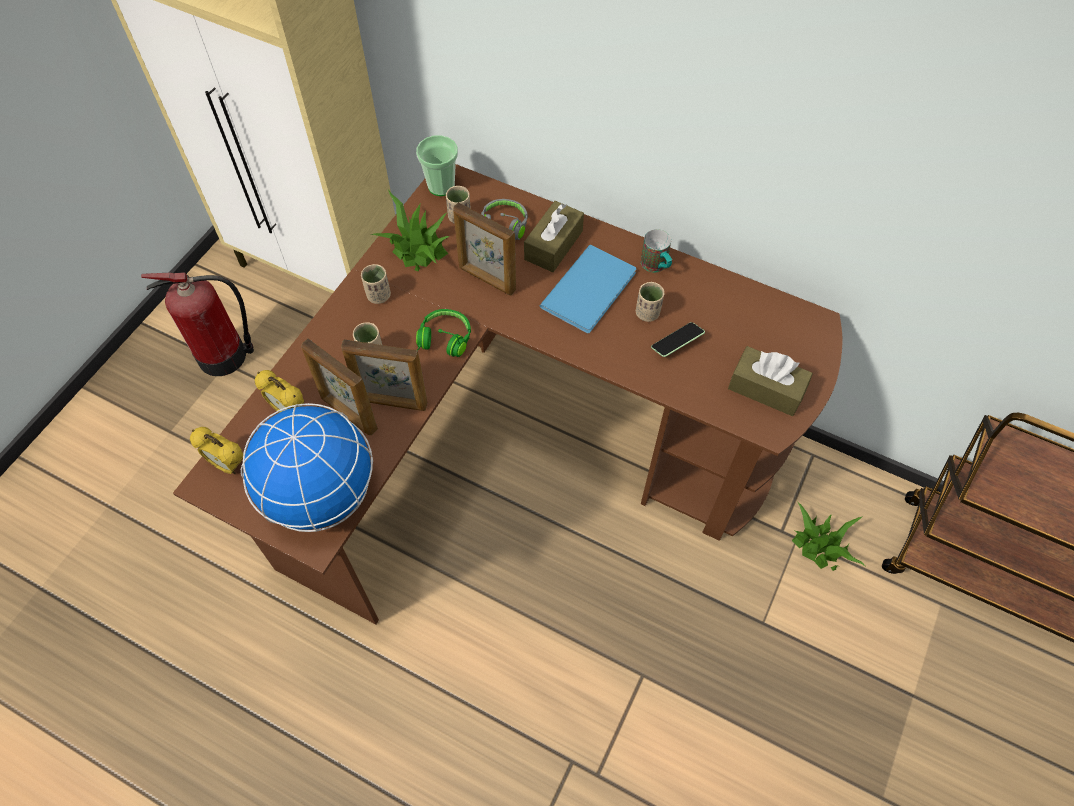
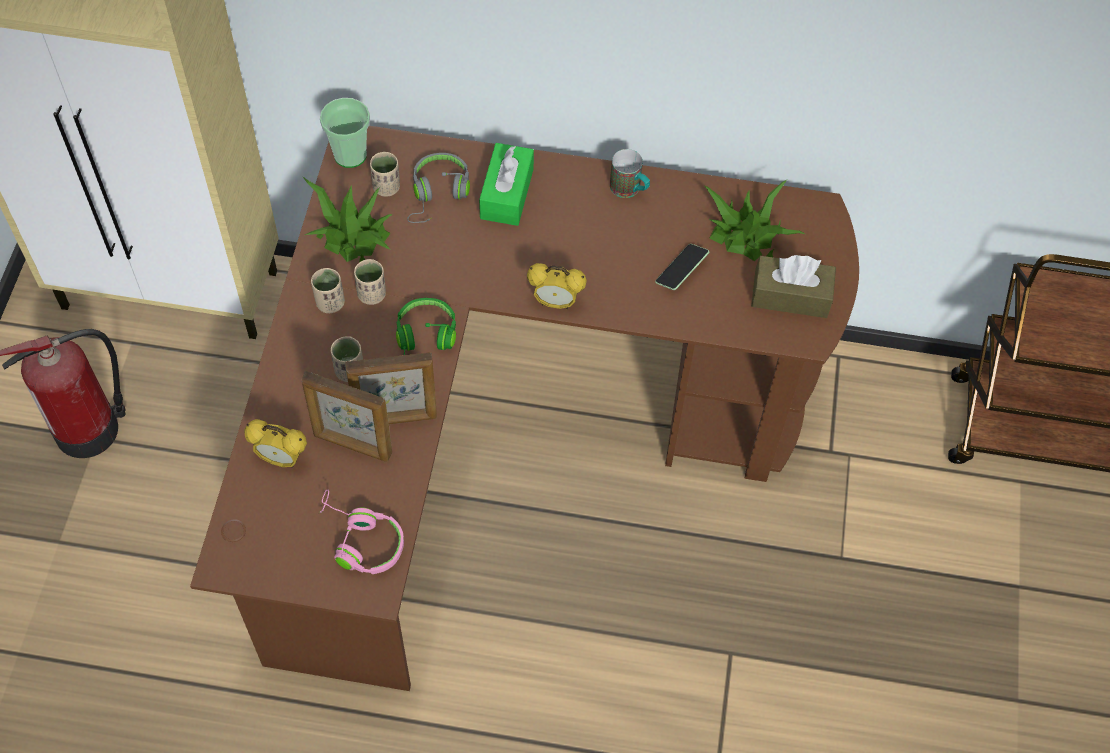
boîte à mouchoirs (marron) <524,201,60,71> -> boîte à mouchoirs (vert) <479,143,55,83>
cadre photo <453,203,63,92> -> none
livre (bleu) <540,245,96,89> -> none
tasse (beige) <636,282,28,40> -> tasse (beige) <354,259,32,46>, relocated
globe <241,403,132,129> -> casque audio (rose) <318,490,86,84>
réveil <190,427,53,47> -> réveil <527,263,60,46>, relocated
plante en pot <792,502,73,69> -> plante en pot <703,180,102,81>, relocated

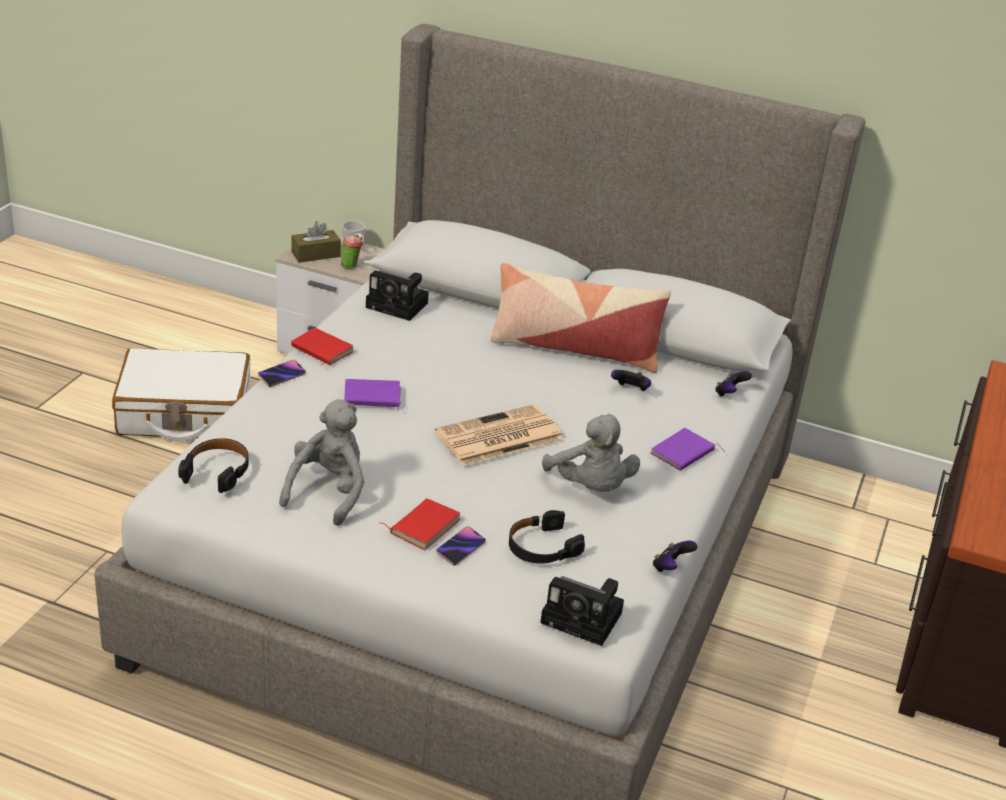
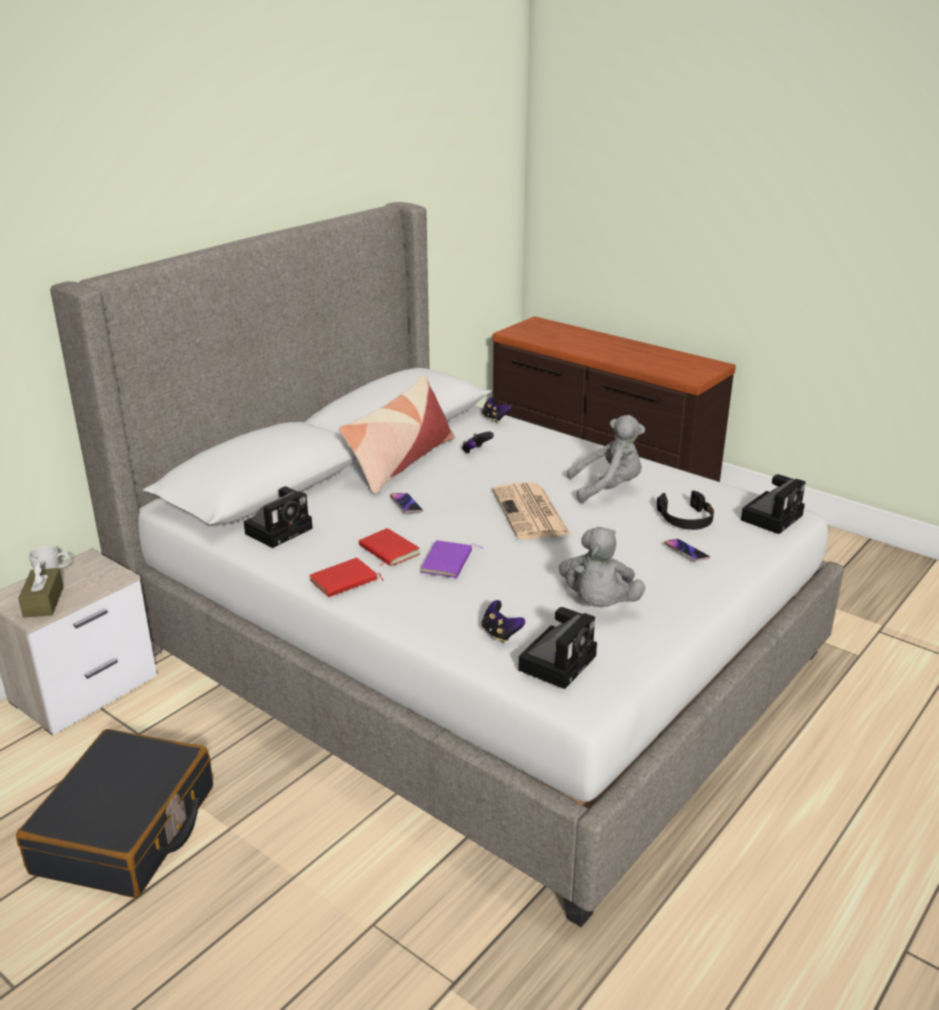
tasse <341,236,22,33> -> none
valise (blanc) <112,348,139,94> -> valise (noir) <16,729,197,169>
téléphone <258,360,48,27> -> téléphone <390,493,33,20>, relocated
peluche (gris) <279,399,85,127> -> peluche (gris) <559,527,86,80>, 120 degrees counterclockwise
livre (violet) <651,428,74,43> -> none
casque audio (noir) <178,438,71,55> -> appareil photo <518,607,79,82>
livre (rouge) <380,498,81,52> -> livre (rouge) <359,528,61,38>, relocated
manette <653,541,45,31> -> manette <482,600,43,43>, relocated

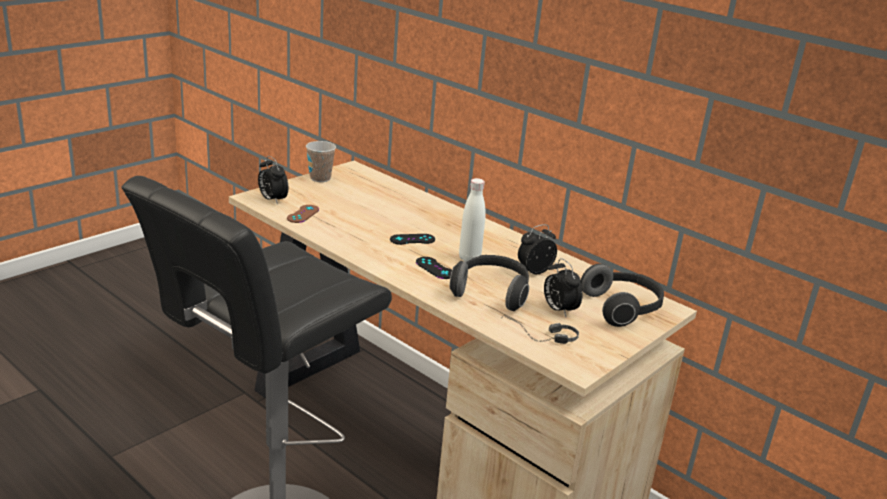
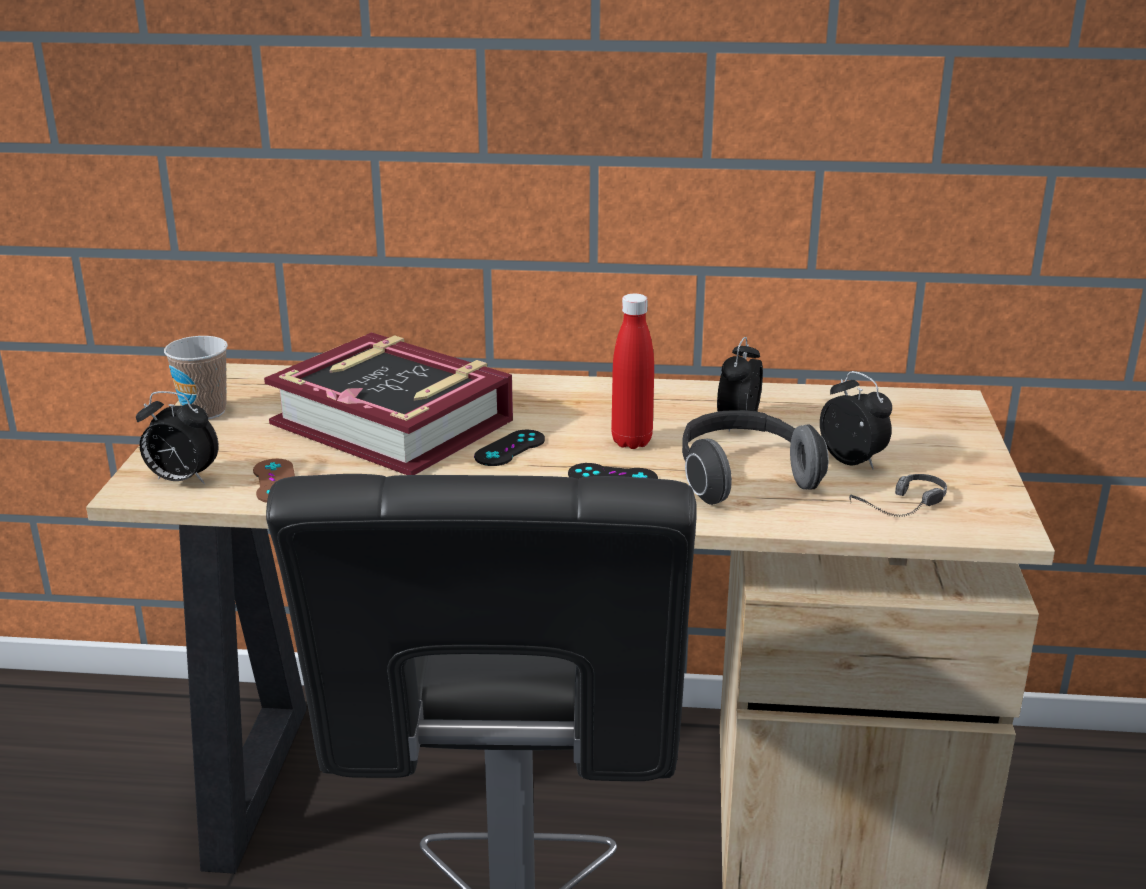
bouteille (blanc) <459,178,27,84> -> bouteille (rouge) <611,293,43,156>
réveil <544,258,39,59> -> réveil <820,371,72,99>, 150 degrees counterclockwise
casque audio <580,263,84,64> -> none
none -> livre <264,332,249,143>

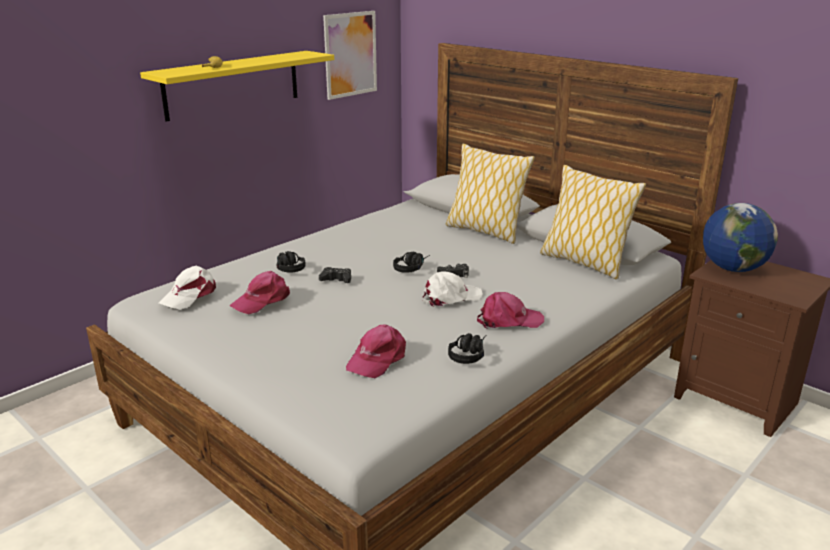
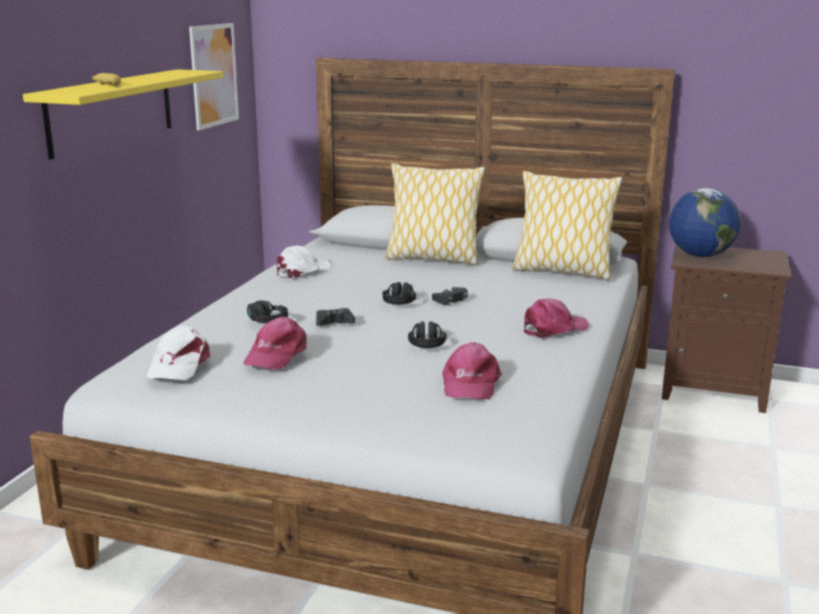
casquette (blanc) <422,271,61,36> -> casquette (blanc) <277,246,54,32>, relocated
casque audio (noir) <448,333,38,31> -> casque audio (noir) <408,321,38,27>, relocated

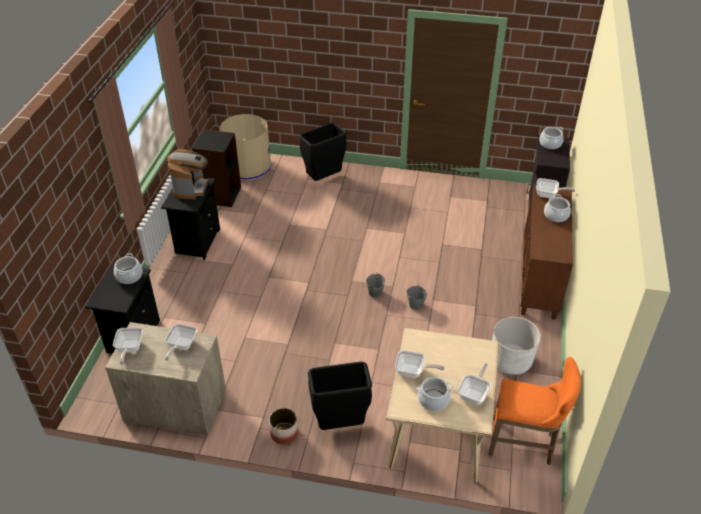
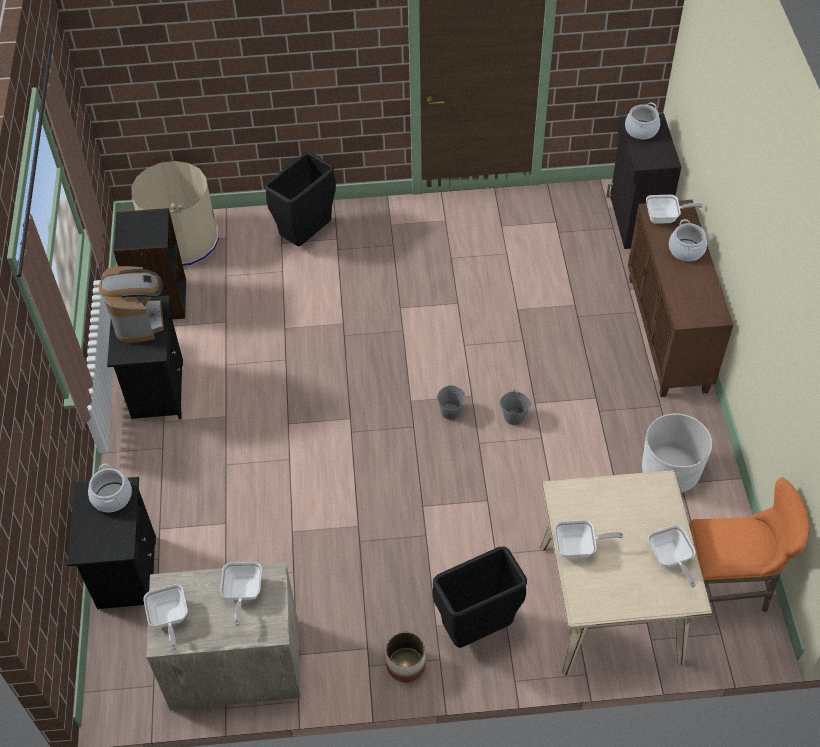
poêle <458,363,33,42> -> poêle <648,525,48,62>, 150 degrees clockwise
marmite <417,377,36,34> -> none

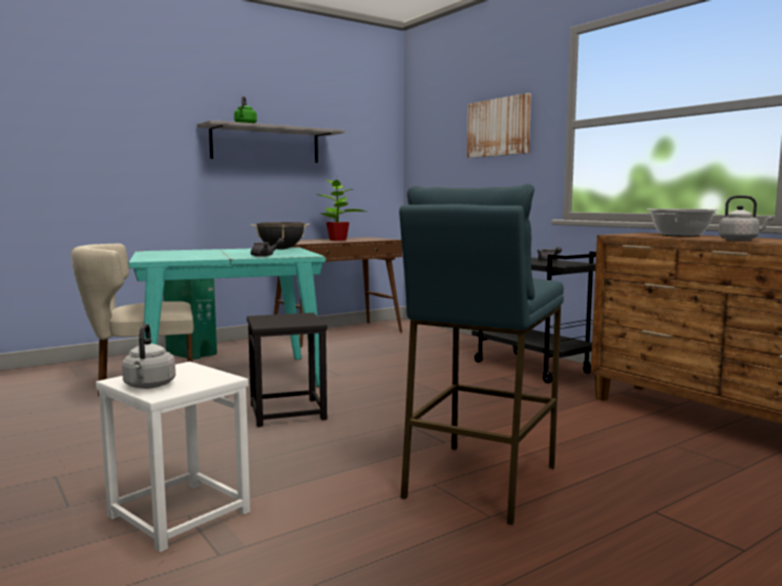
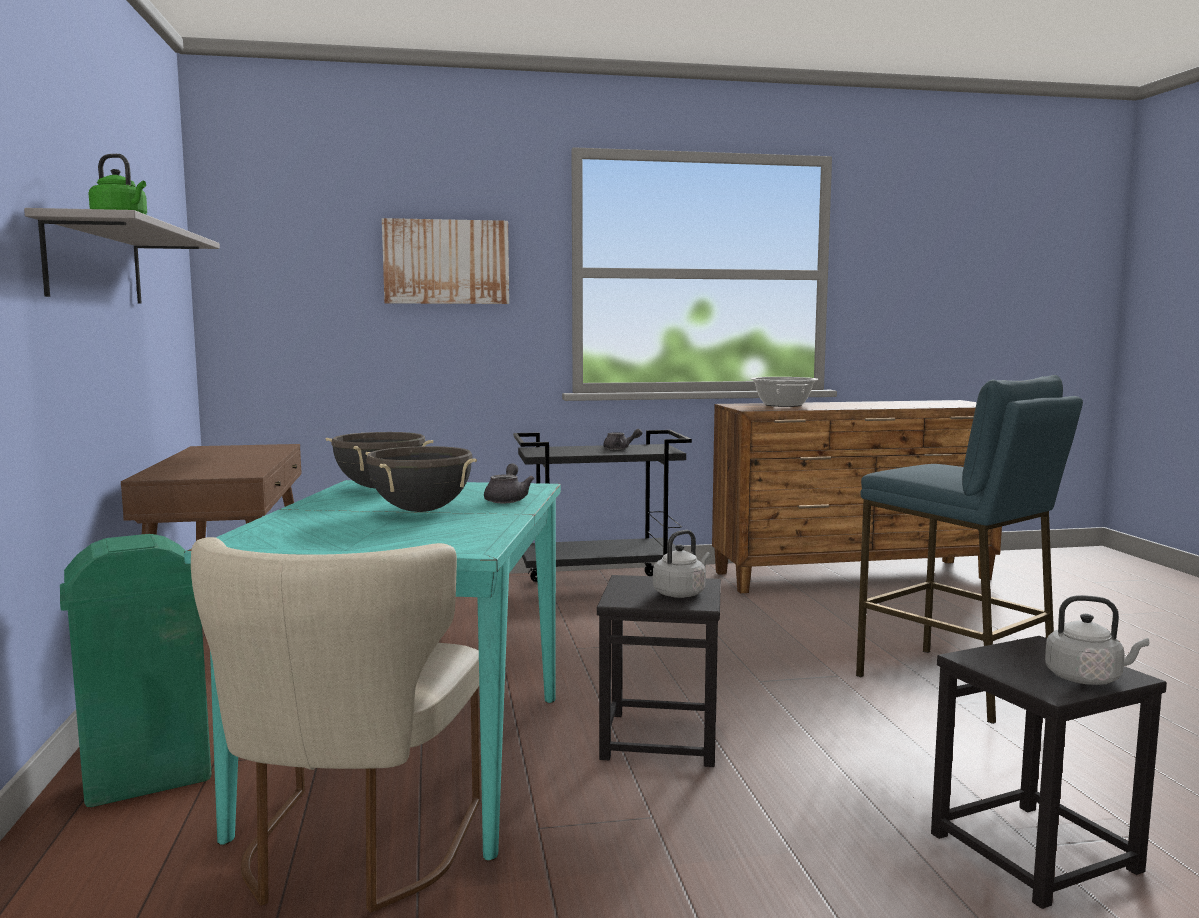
plante en pot <315,180,52,61> -> none
bouilloire (gris) <719,195,54,46> -> bouilloire (gris) <653,530,58,68>, relocated
tabouret (blanc) <96,361,154,191> -> tabouret (noir) <931,636,236,273>
none -> marmite (noir) <366,446,111,66>

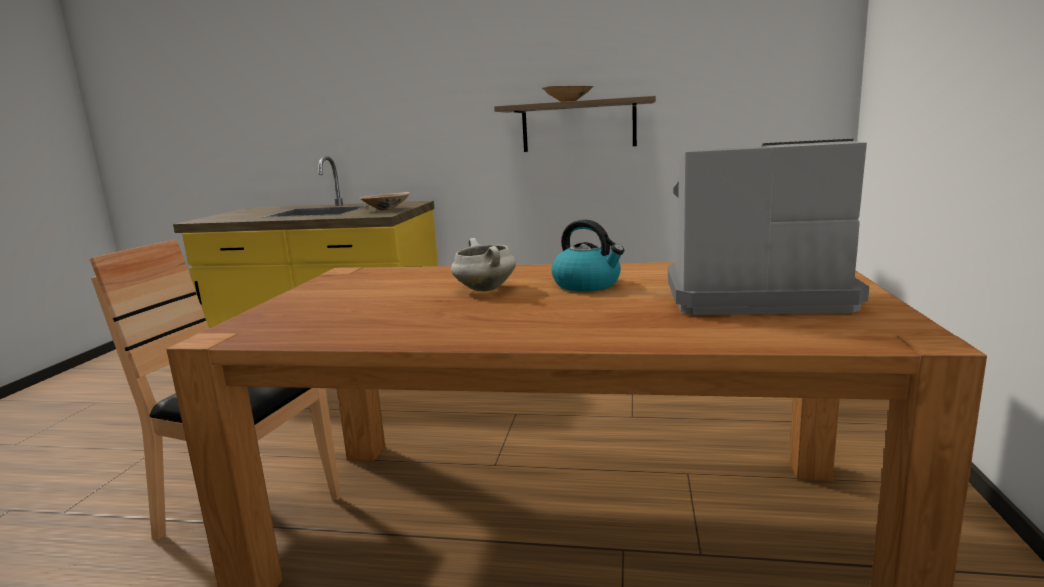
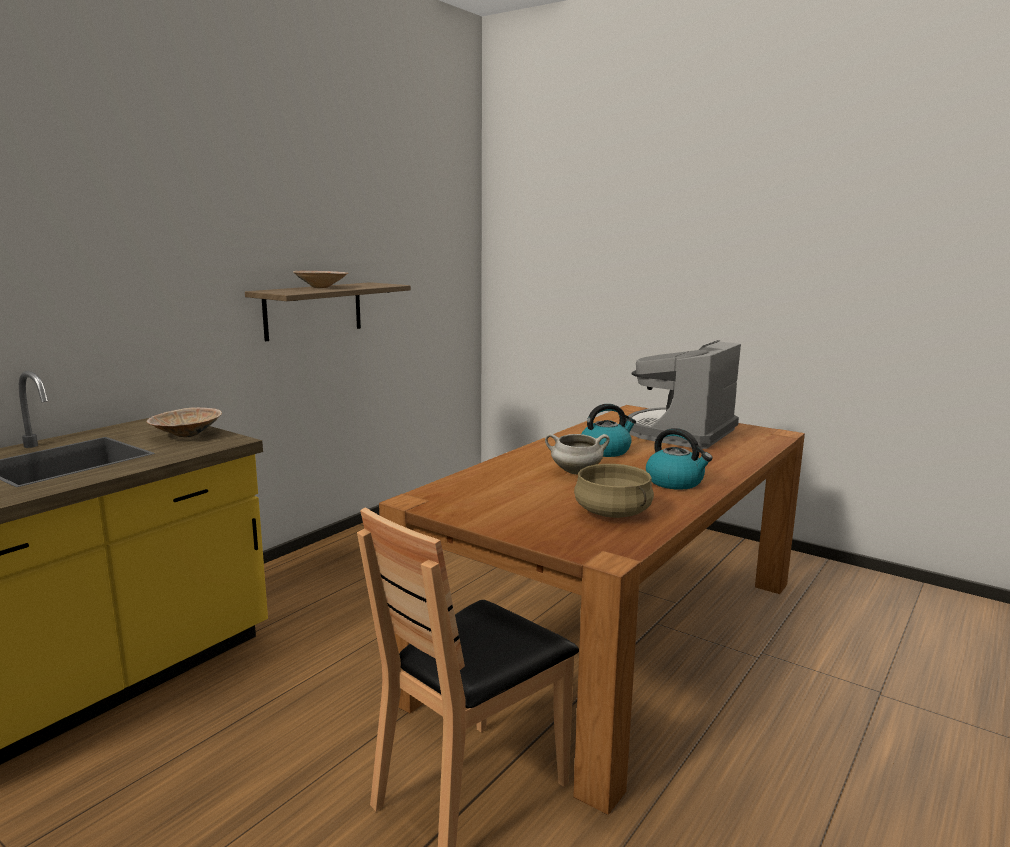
none -> bouilloire <646,428,66,62>
none -> marmite (beige) <574,464,80,54>

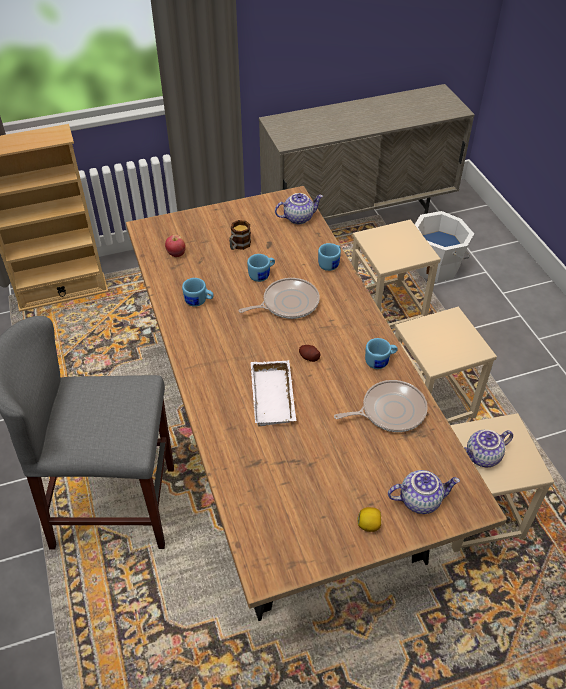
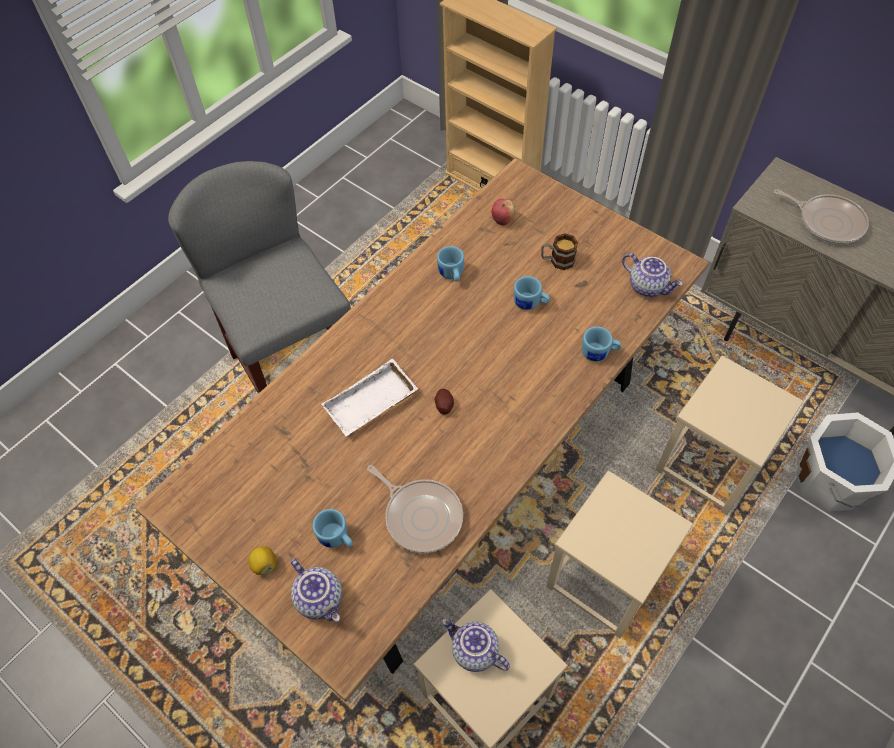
poêle <238,278,82,41> -> poêle <774,189,95,55>, relocated
mug (bleu) <365,338,33,31> -> mug (bleu) <313,509,40,39>, relocated

